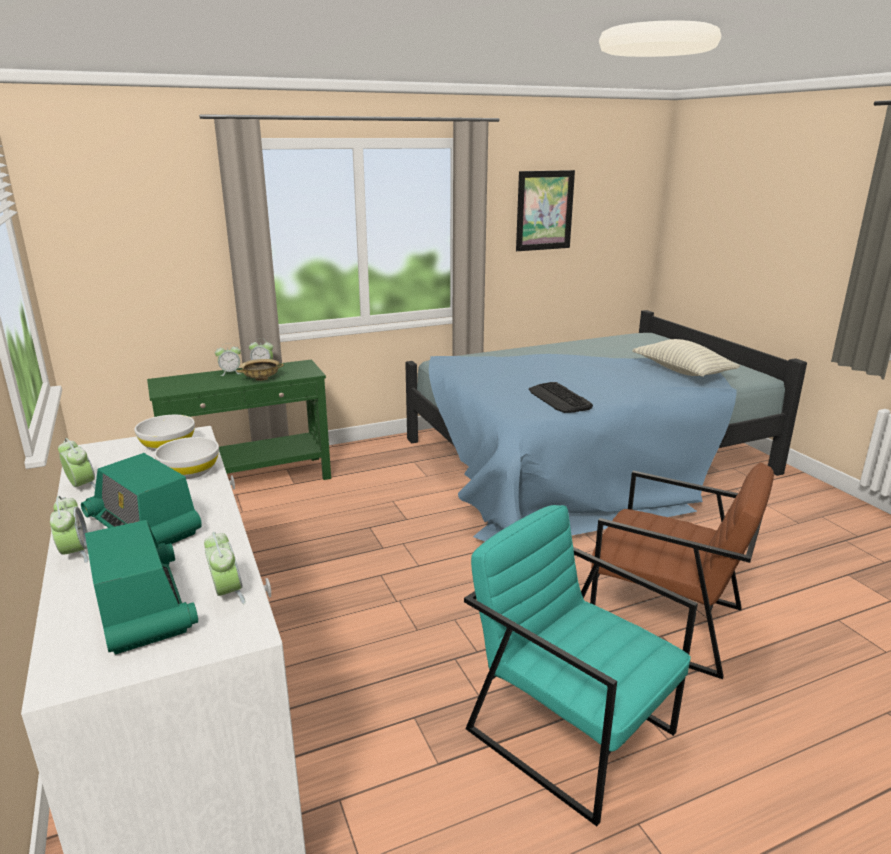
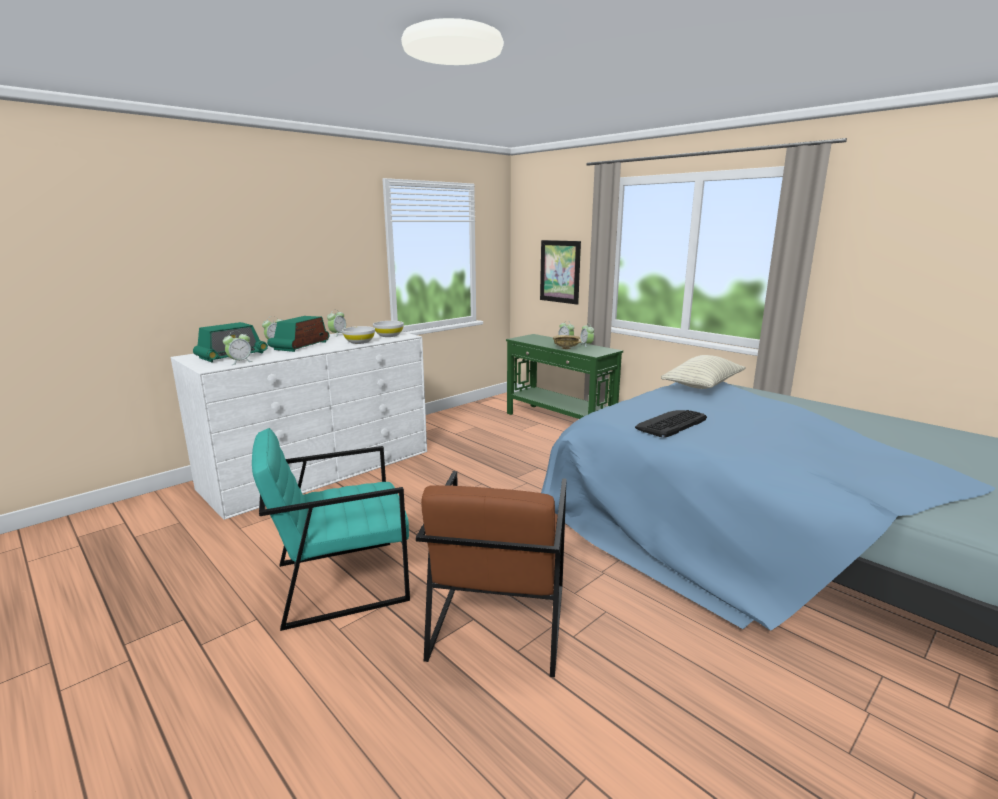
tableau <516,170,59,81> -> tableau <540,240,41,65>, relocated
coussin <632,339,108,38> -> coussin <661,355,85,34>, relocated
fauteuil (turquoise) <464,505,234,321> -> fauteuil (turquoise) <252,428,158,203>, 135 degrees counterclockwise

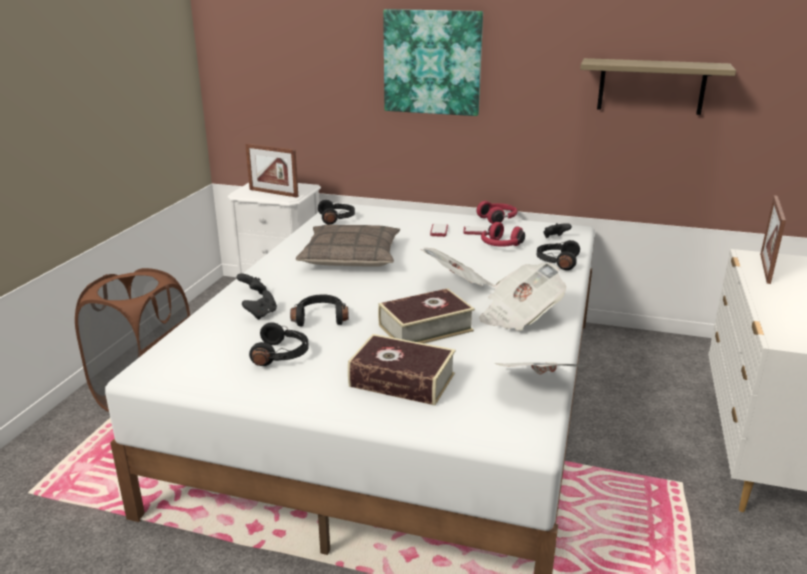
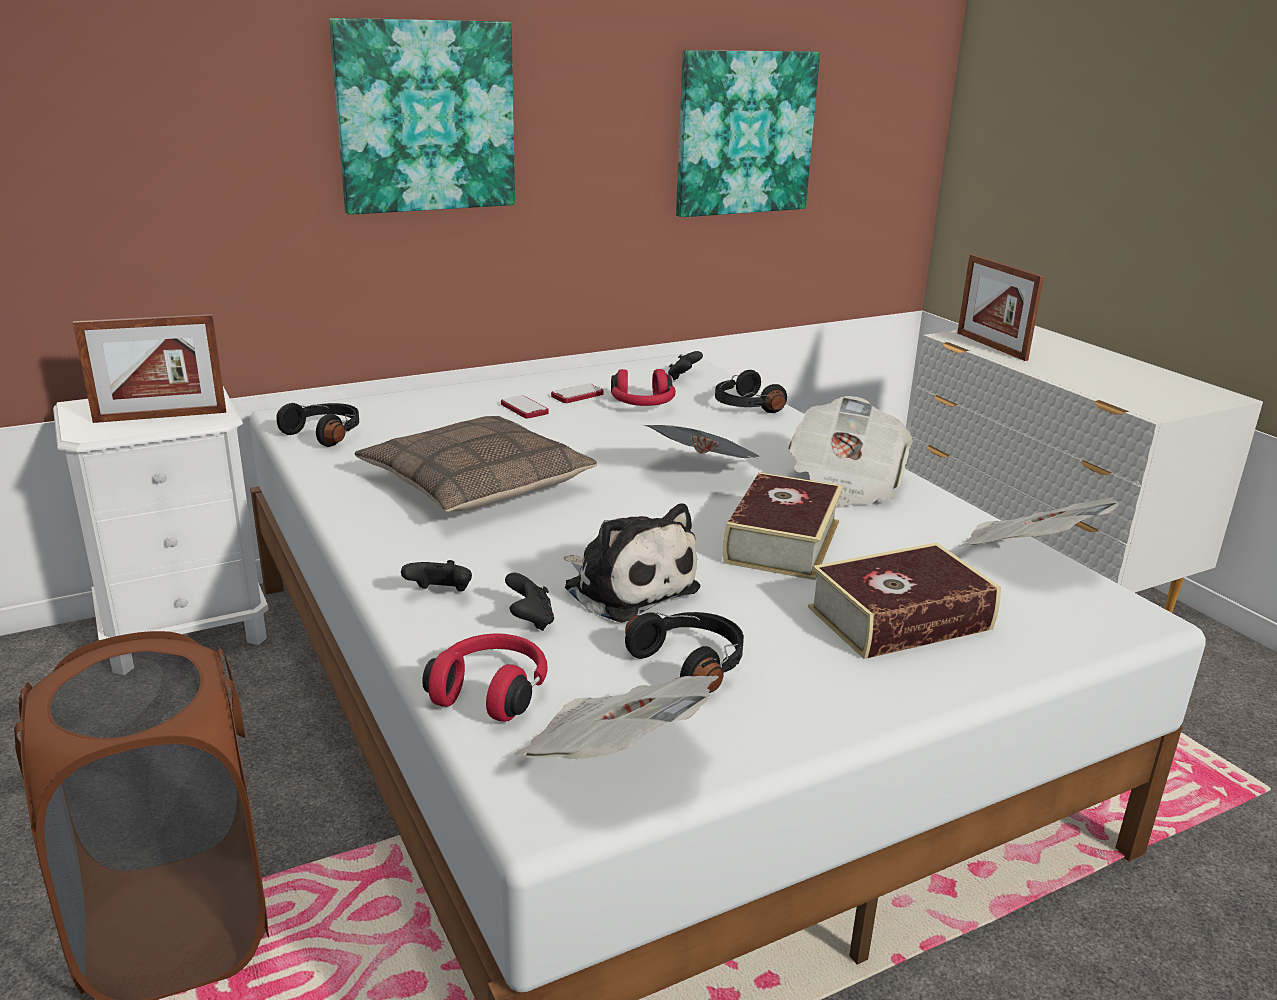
étagère <580,58,156,57> -> tableau <676,50,144,167>
casque audio (rouge) <477,201,40,23> -> casque audio (rouge) <422,634,126,88>, relocated
casque audio (noir) <290,294,59,32> -> peluche <564,503,136,120>
none -> journal <515,676,204,83>

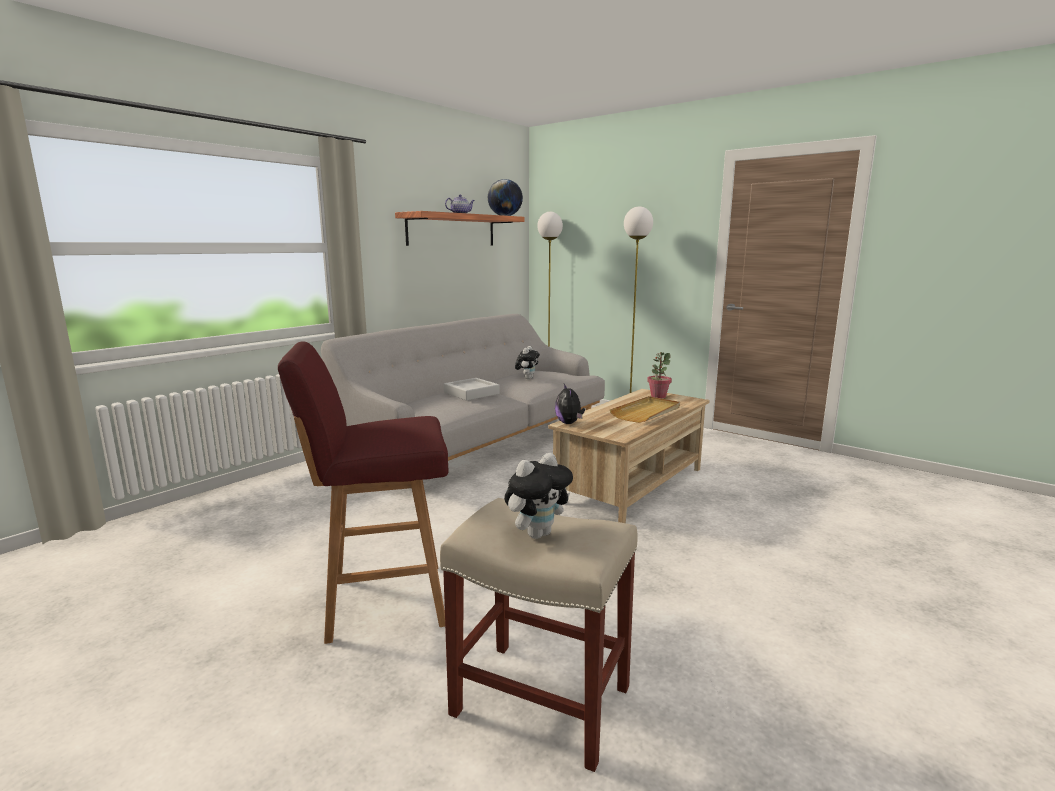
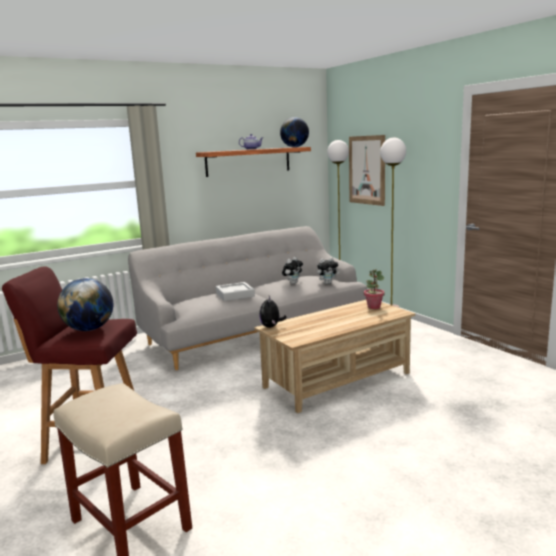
plateau (beige) <610,396,70,27> -> none
peluche <504,453,69,86> -> peluche <317,257,22,27>, relocated
none -> tableau <349,135,36,71>
none -> globe <57,278,56,53>

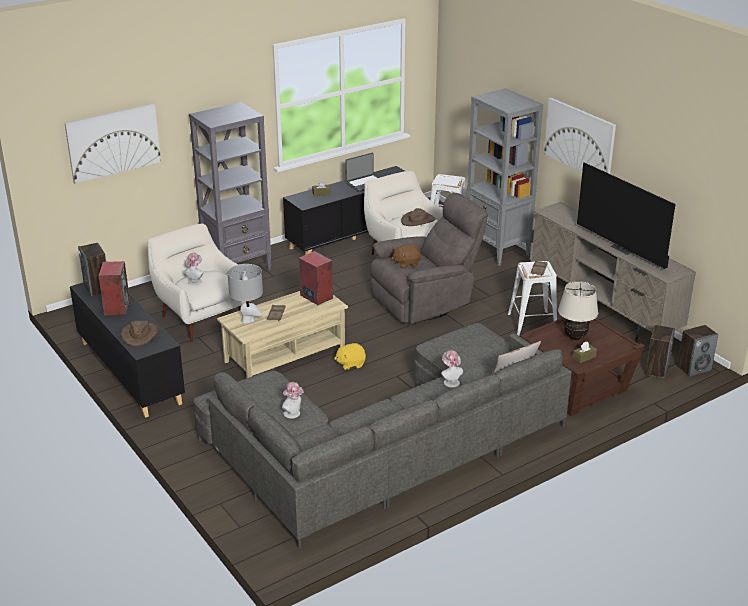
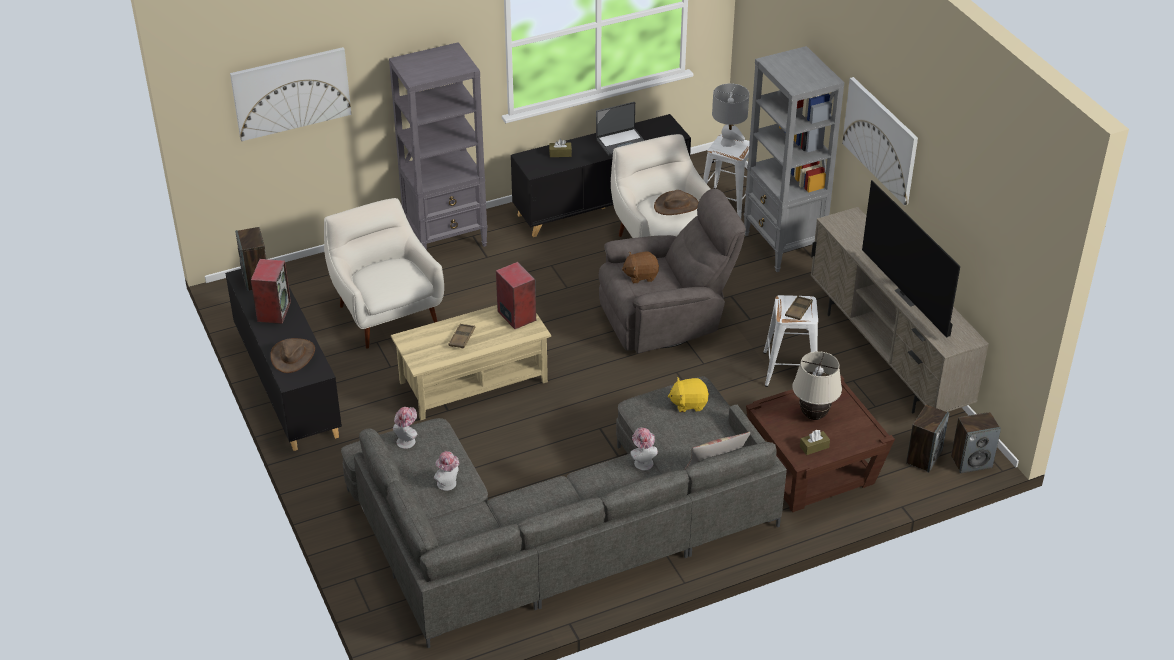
chapeau <184,253,19,33> -> chapeau <393,407,25,42>, relocated
lampe de table (gris) <228,264,35,59> -> lampe de table (gris) <712,83,37,64>, relocated
peluche (jaune) <334,343,32,27> -> peluche (jaune) <668,377,41,35>, relocated

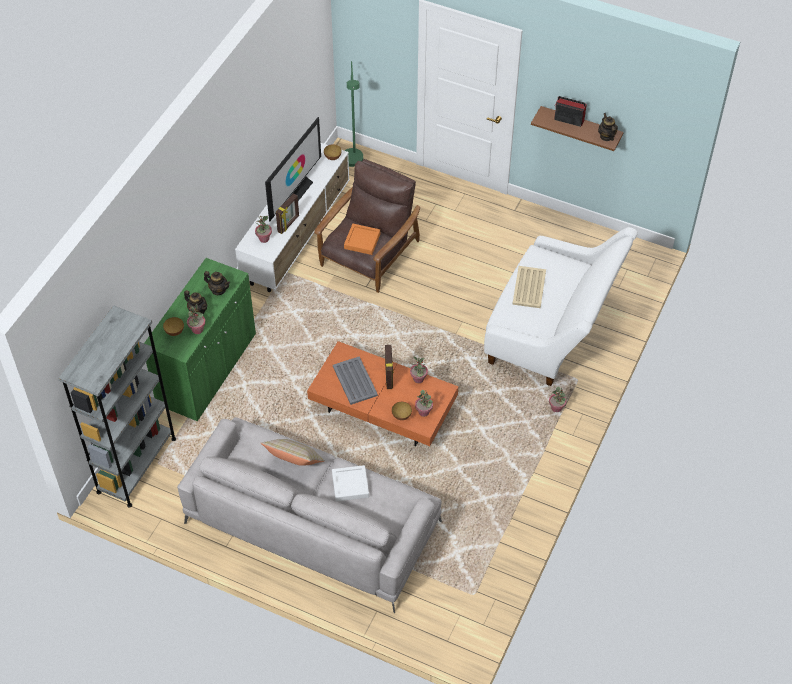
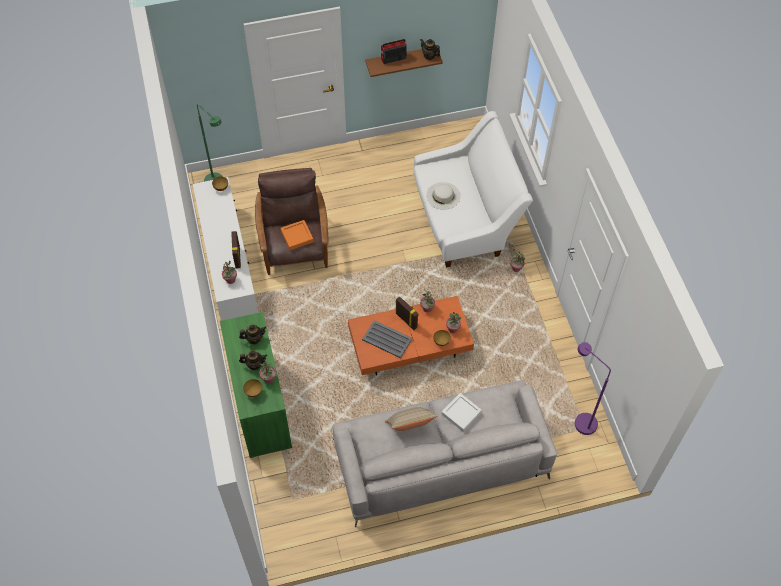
téléviseur <265,117,56,104> -> none
plateau (beige) <512,266,34,42> -> chapeau (blanc) <426,182,35,28>
bibliothèque (gris) <58,305,118,203> -> none
none -> lampadaire (violet) <575,342,36,93>

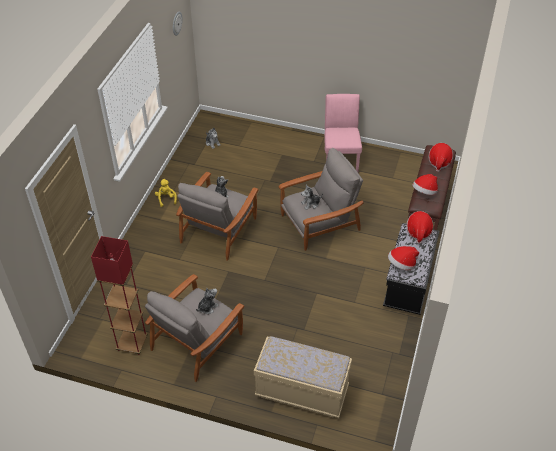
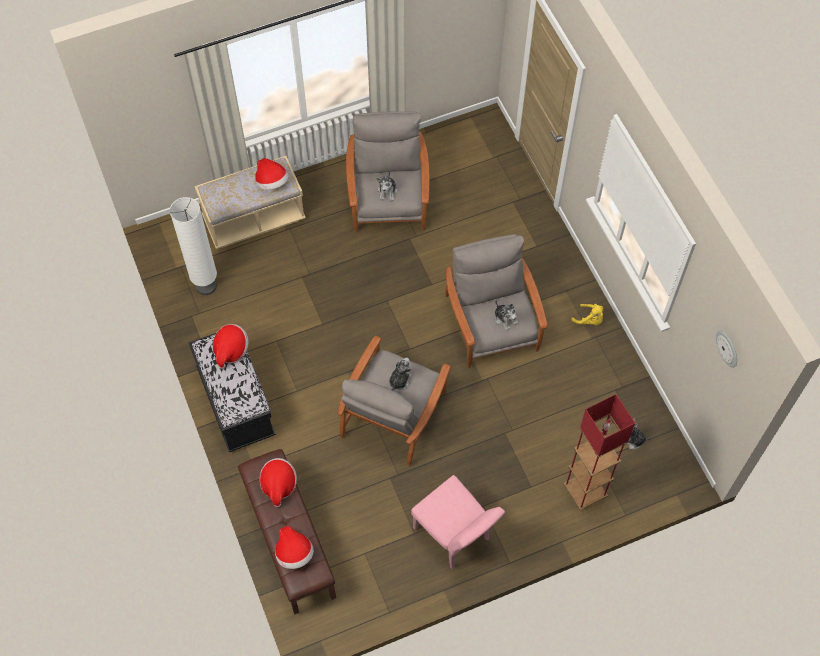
chapeau <406,211,27,33> -> chapeau <255,158,34,32>, relocated
lampadaire (rouge) <91,236,57,119> -> lampadaire (rouge) <564,394,71,116>, relocated
none -> lampadaire (blanc) <170,197,47,98>

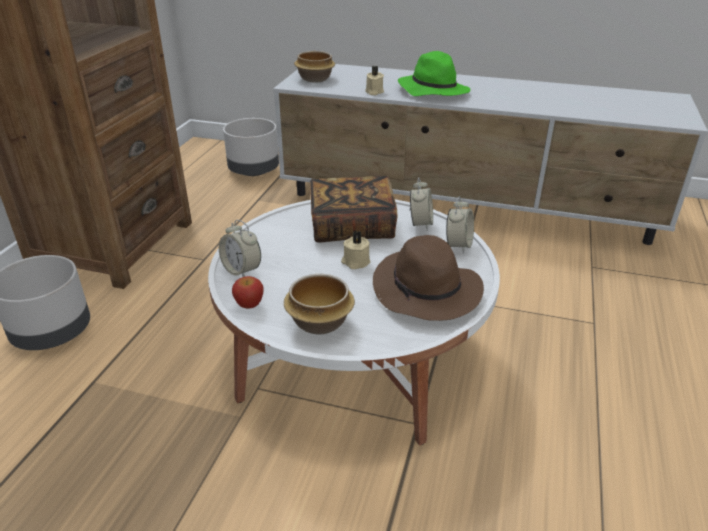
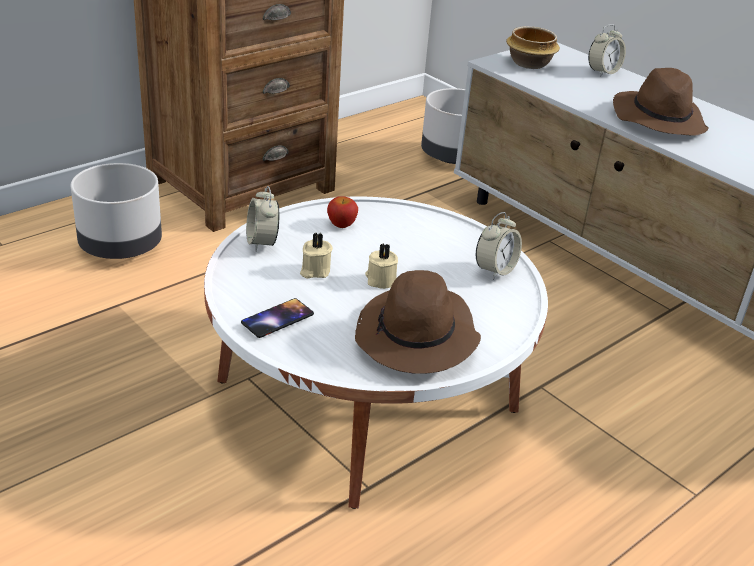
chapeau (vert) <398,51,72,45> -> chapeau (marron) <613,68,96,68>
bougie (beige) <365,66,19,29> -> bougie (beige) <300,233,33,46>, relocated
livre <310,176,88,66> -> none
réveil <446,196,28,58> -> réveil <588,24,38,53>, relocated
bol <284,274,71,60> -> téléphone <241,298,73,40>
pomme <232,276,32,33> -> pomme <327,196,31,32>, relocated

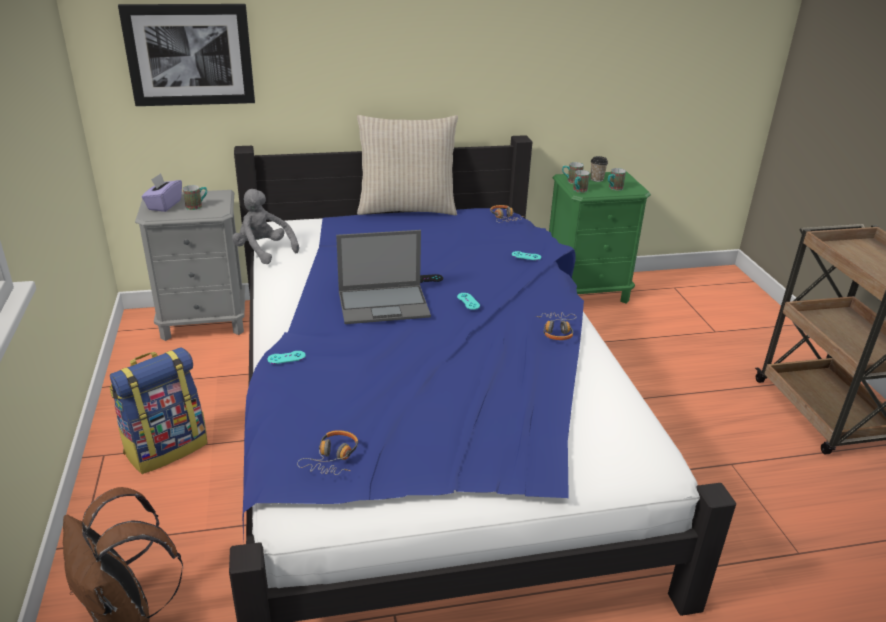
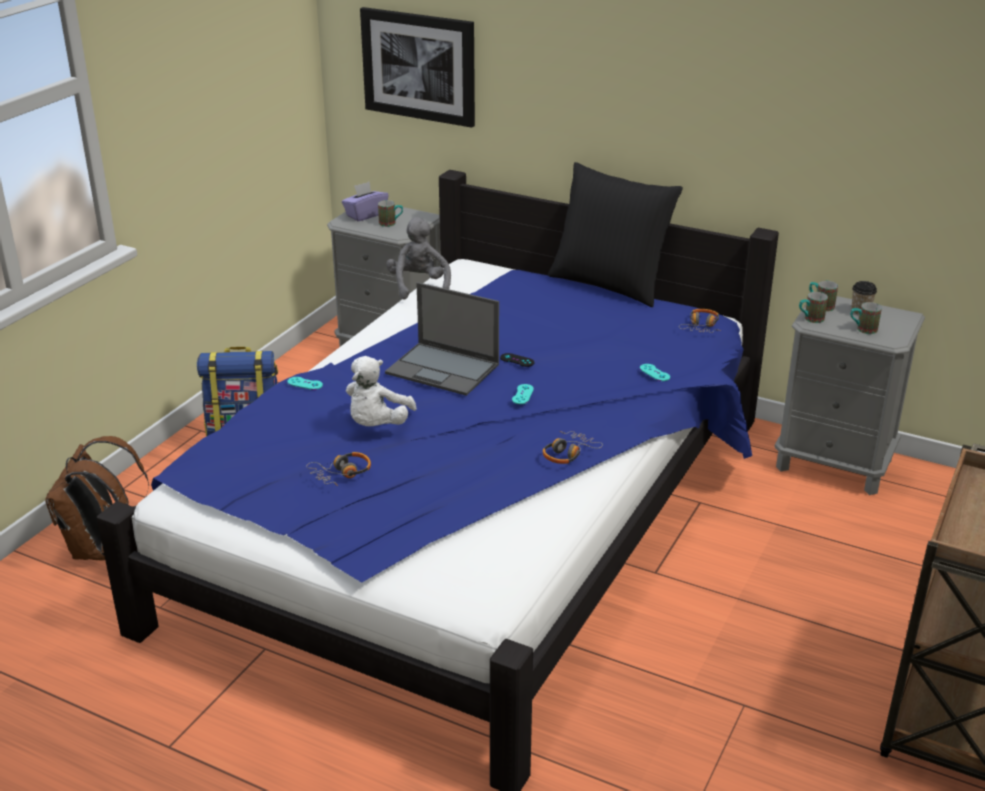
coussin (beige) <357,115,101,100> -> coussin (noir) <548,162,135,145>
table de chevet (vert) <549,171,102,133> -> table de chevet (gris) <774,296,151,199>
casque audio <297,430,61,45> -> casque audio <306,452,65,34>, relocated
none -> peluche (blanc) <346,356,71,70>

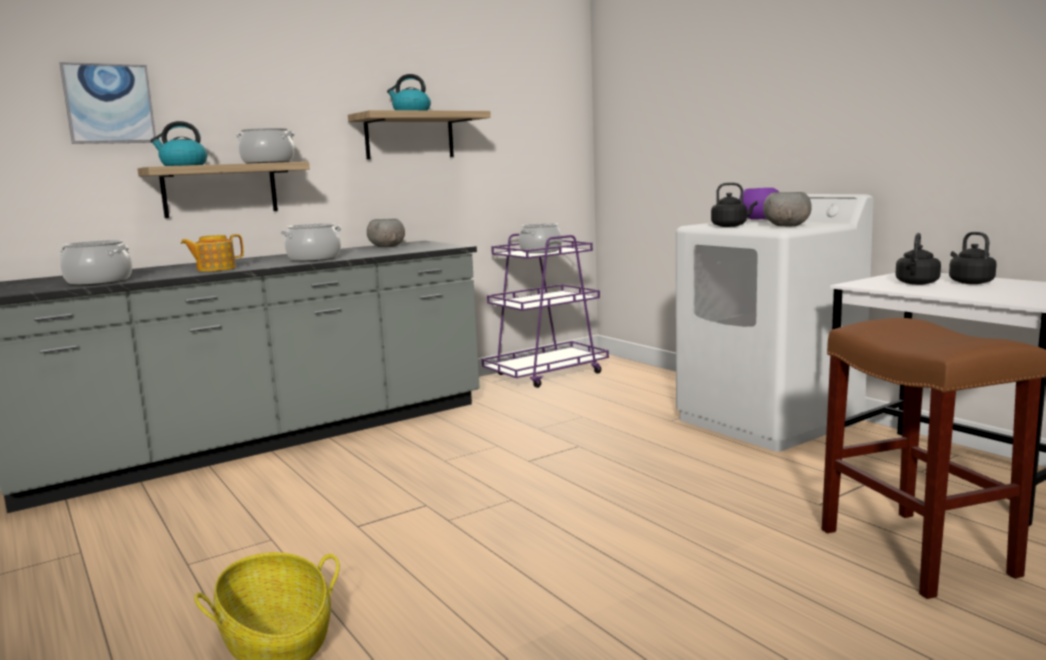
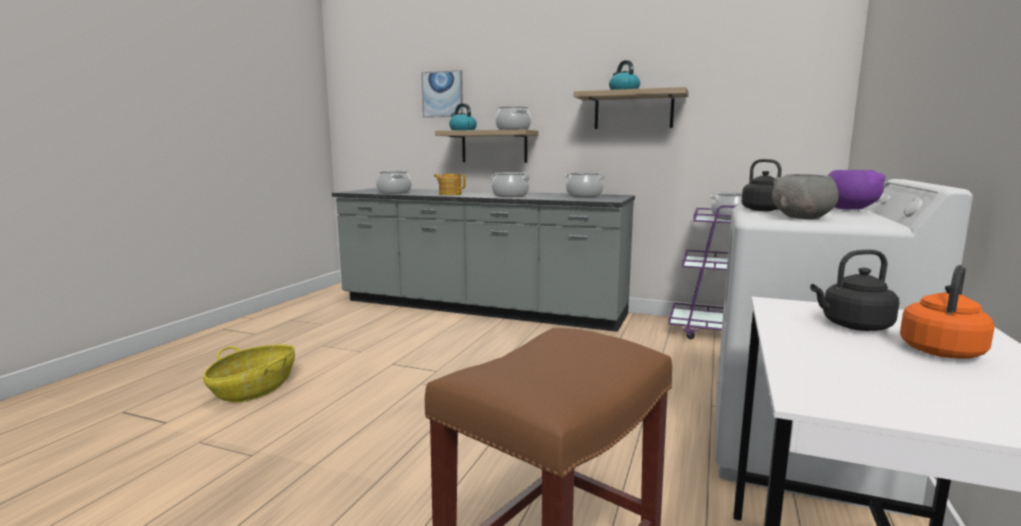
bol (gris) <367,219,38,28> -> marmite <565,172,41,25>
bouilloire (noir) <949,232,48,52> -> bouilloire (orange) <900,265,95,94>

